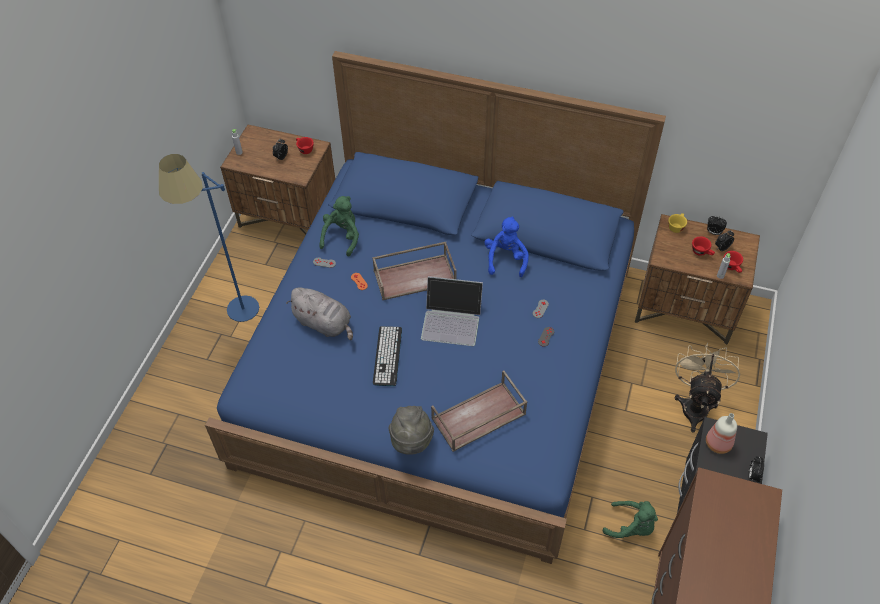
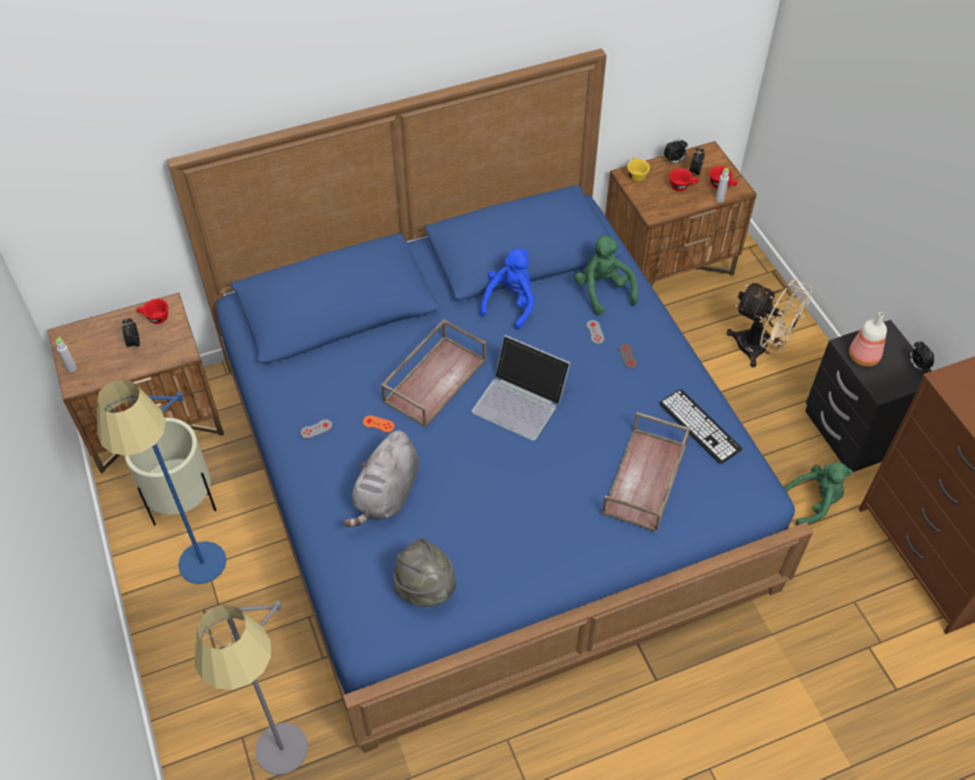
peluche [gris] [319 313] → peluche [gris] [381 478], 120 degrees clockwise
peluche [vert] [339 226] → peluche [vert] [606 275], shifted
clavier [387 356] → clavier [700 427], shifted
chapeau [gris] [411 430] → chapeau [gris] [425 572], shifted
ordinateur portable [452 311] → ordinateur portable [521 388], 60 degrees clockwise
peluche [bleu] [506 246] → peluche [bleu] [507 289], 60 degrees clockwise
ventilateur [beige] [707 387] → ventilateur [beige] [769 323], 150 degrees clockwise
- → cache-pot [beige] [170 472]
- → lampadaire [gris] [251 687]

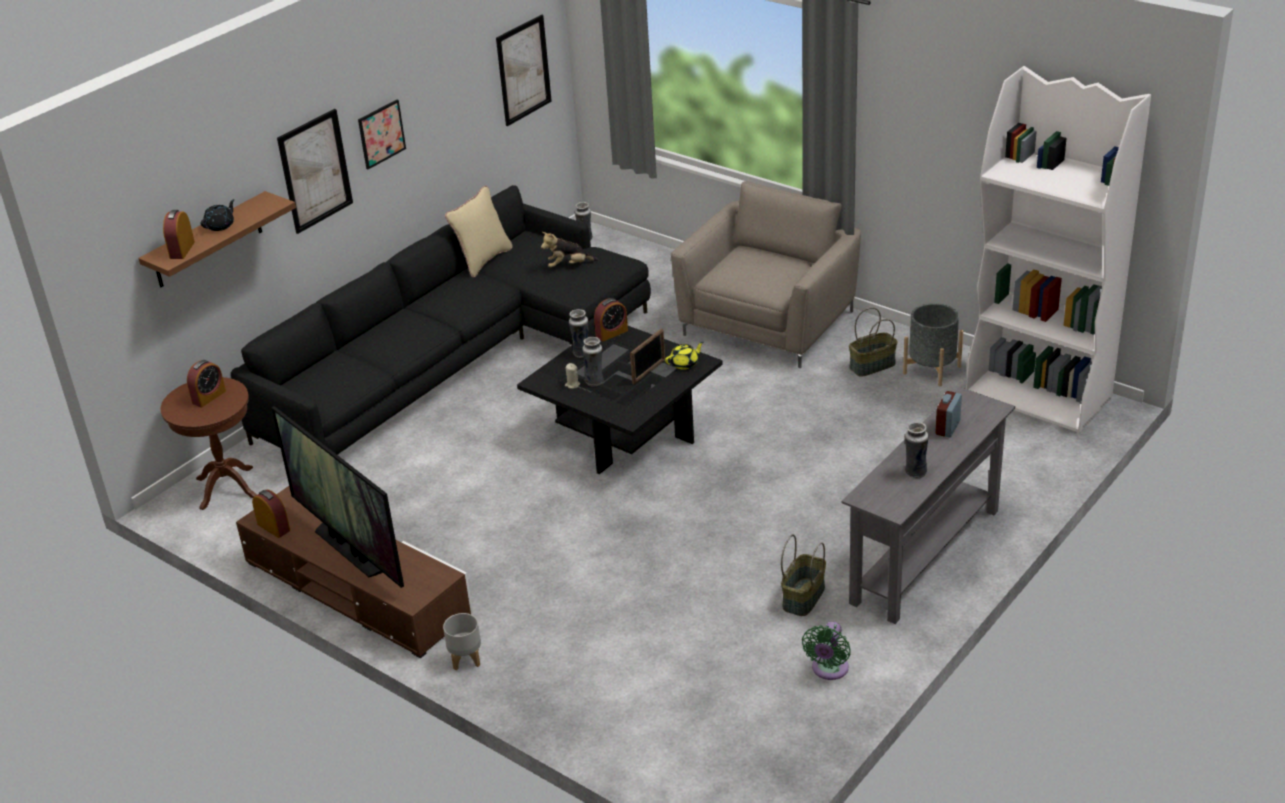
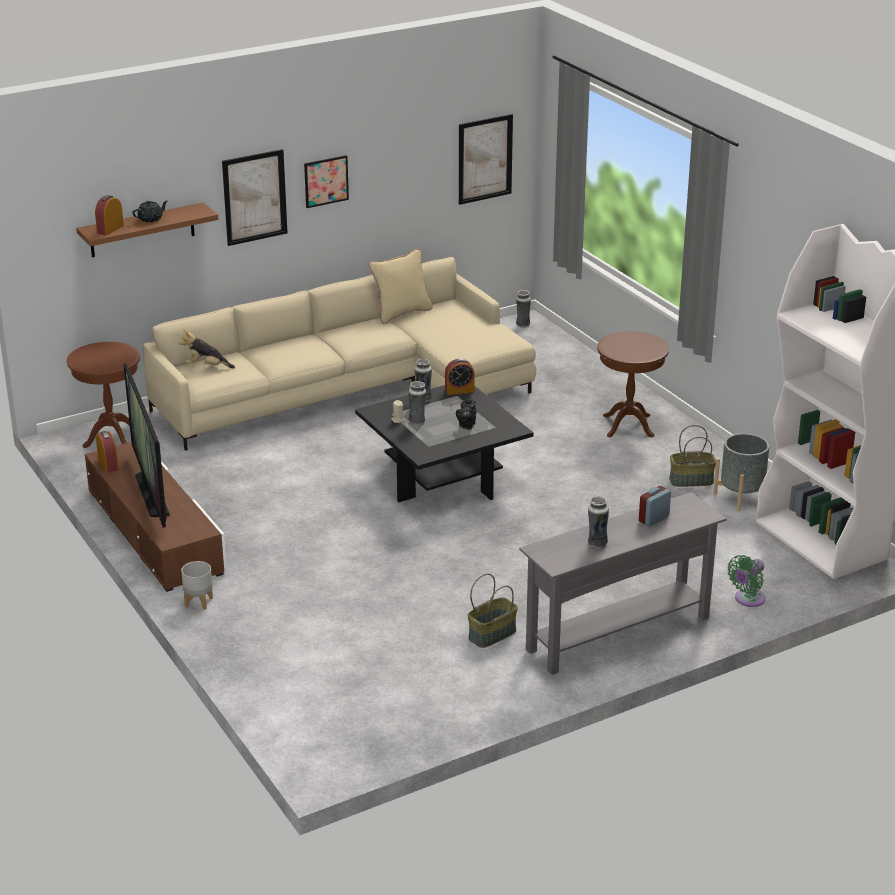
réveil [206 383] → -
canapé [noir] [441 320] → canapé [beige] [339 354]
peluche [569 249] → peluche [207 348], shifted
cadre photo [647 356] → théière [noir] [466 413]
théière [jaune] [684 356] → -
fauteuil [beige] [766 274] → table d'appoint [marron] [633 384]
ventilateur [vert] [826 651] → ventilateur [vert] [746 581], shifted

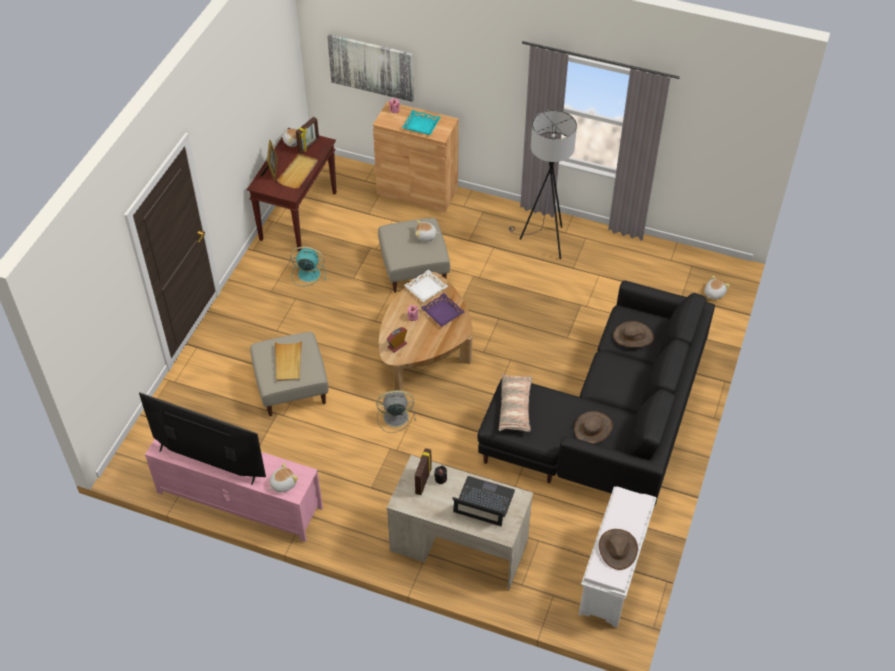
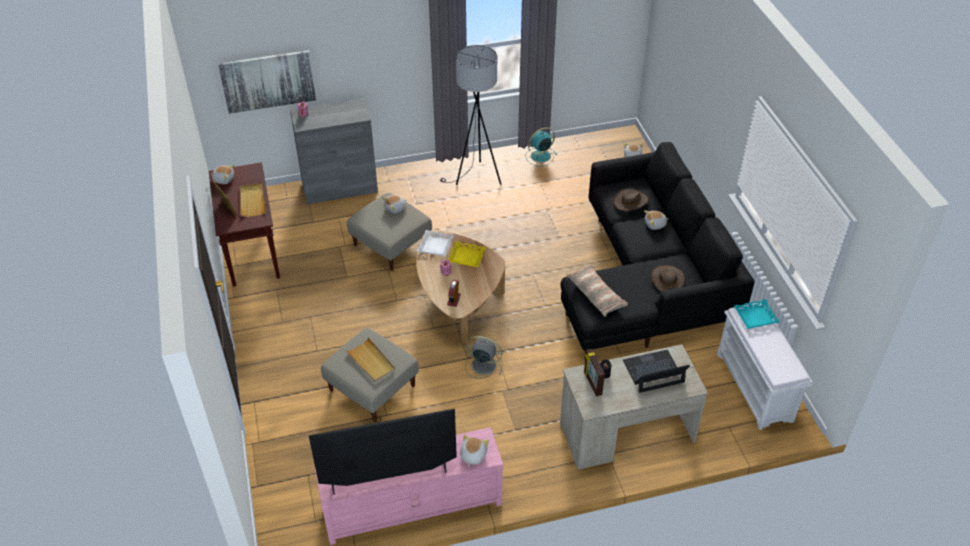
ventilateur [turquoise] [308 266] → ventilateur [turquoise] [541 147], shifted
cadre photo [307 135] → -
meuble de rangement [marron] [416 156] → meuble de rangement [gris] [334 151]
ventilateur [gris] [396 411] → ventilateur [gris] [484 357], 60 degrees clockwise
plateau [turquoise] [421 122] → plateau [turquoise] [757 314], shifted
plateau [violet] [443 310] → plateau [jaune] [467 254]
chapeau [marron] [618 549] → -
- → peluche [656 220]

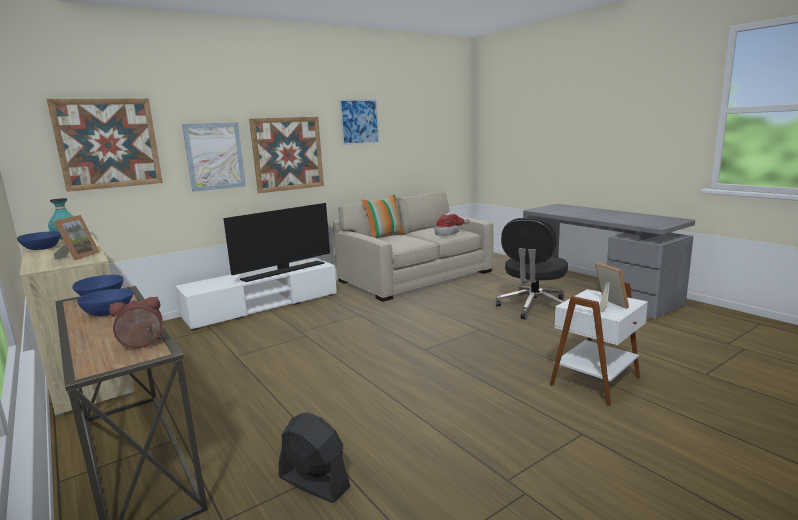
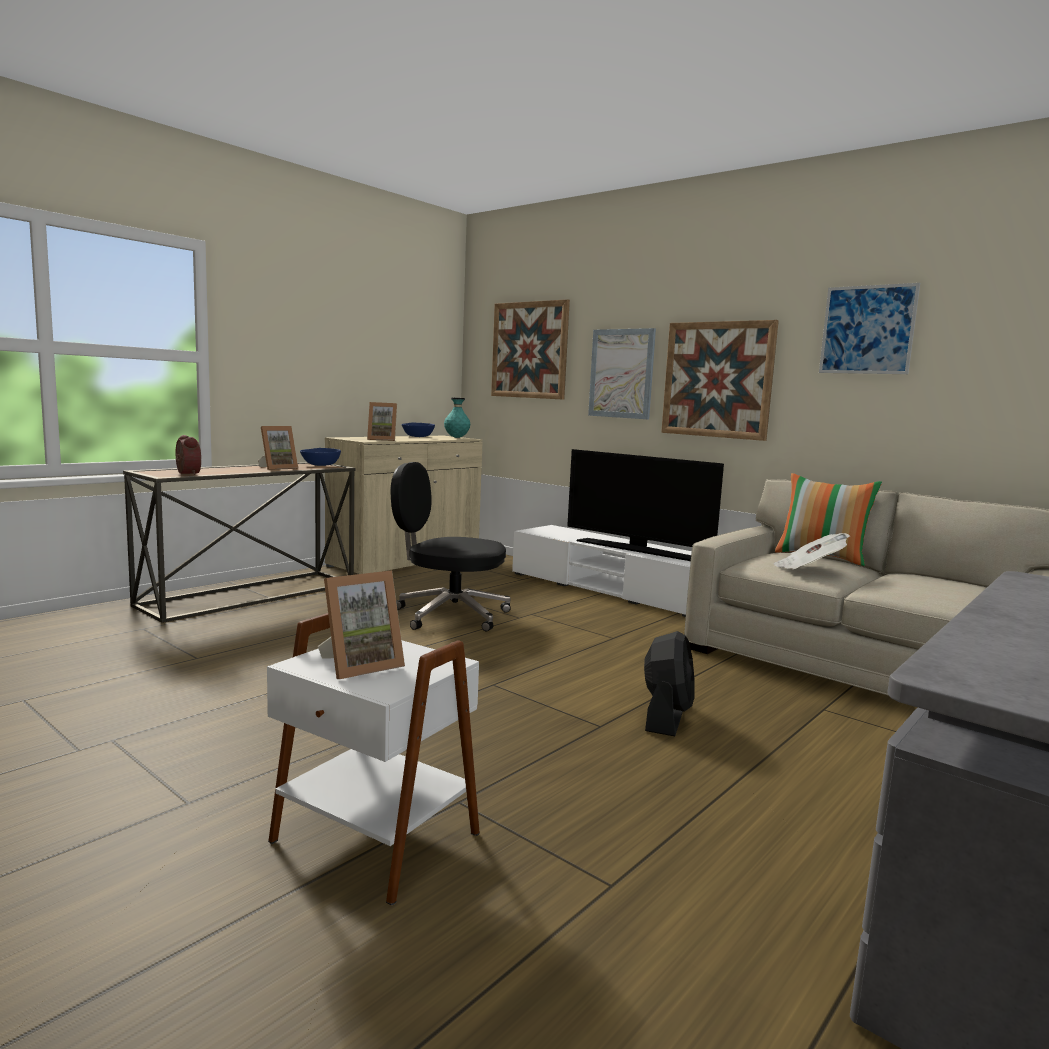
bol [bleu] [105 302] → cadre photo [278 448]
ventilateur [noir] [315 457] → ventilateur [noir] [669 683], shifted
chapeau [451 225] → -
chaise de bureau [noir] [532 269] → chaise de bureau [noir] [450 546], shifted
- → journal [811 551]

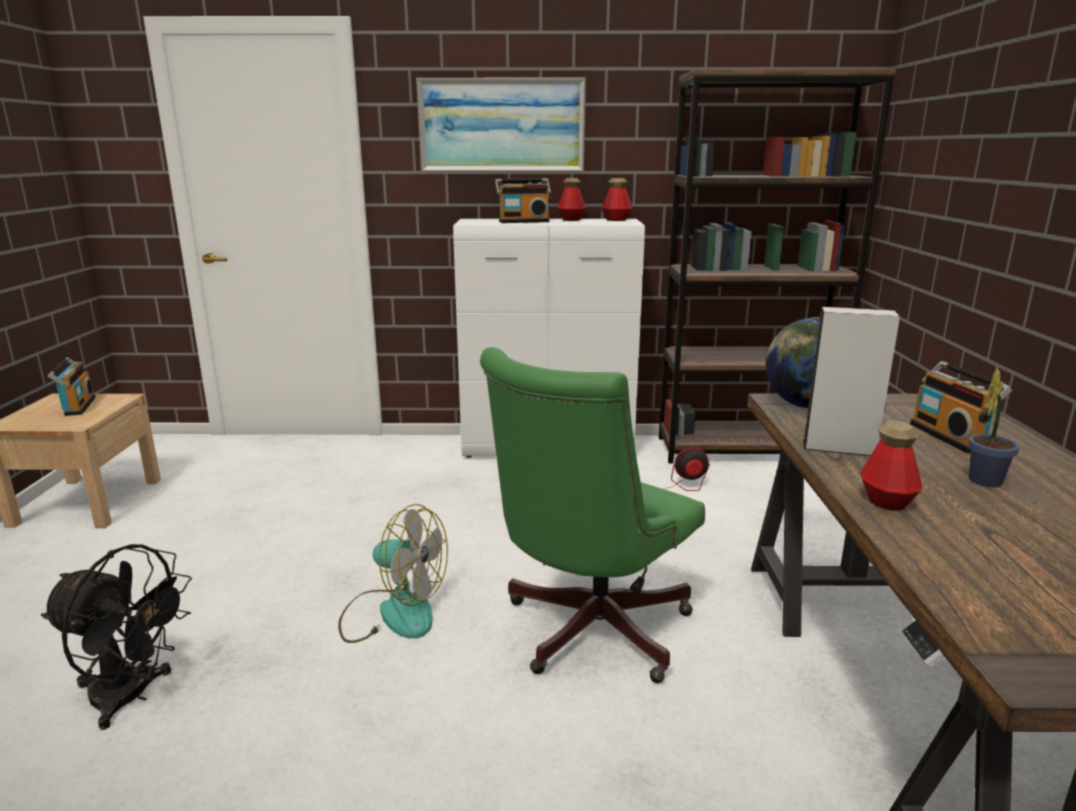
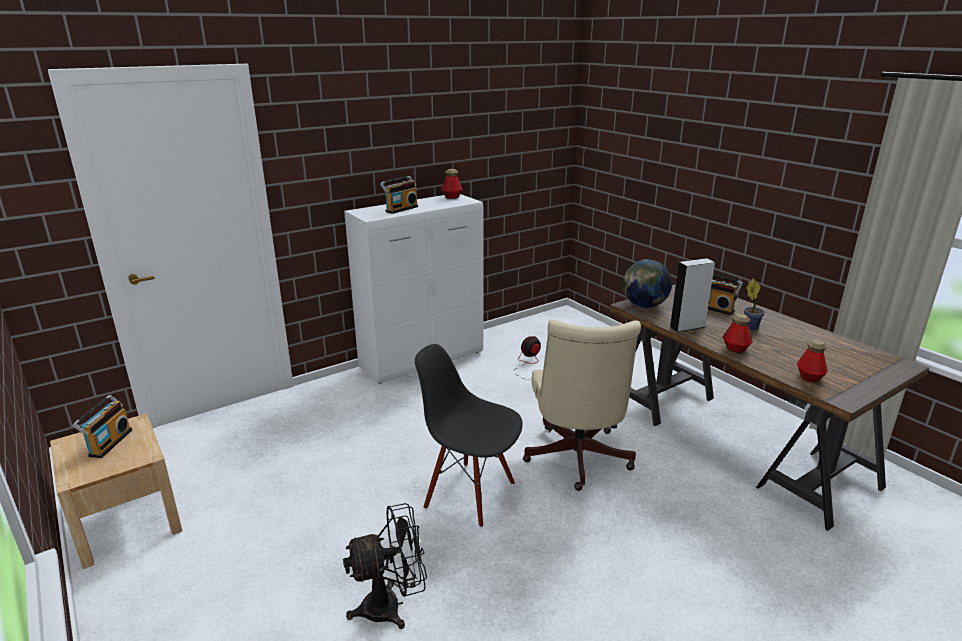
radio [72 386] → radio [102 426], 60 degrees clockwise
ventilateur [393 573] → chaise [noir] [469 436]
tableau [501 125] → -
chaise de bureau [vert] [592 515] → chaise de bureau [beige] [582 405]
bouteille [572 199] → bouteille [812 360], shifted
bibliothèque [marron] [777 266] → -

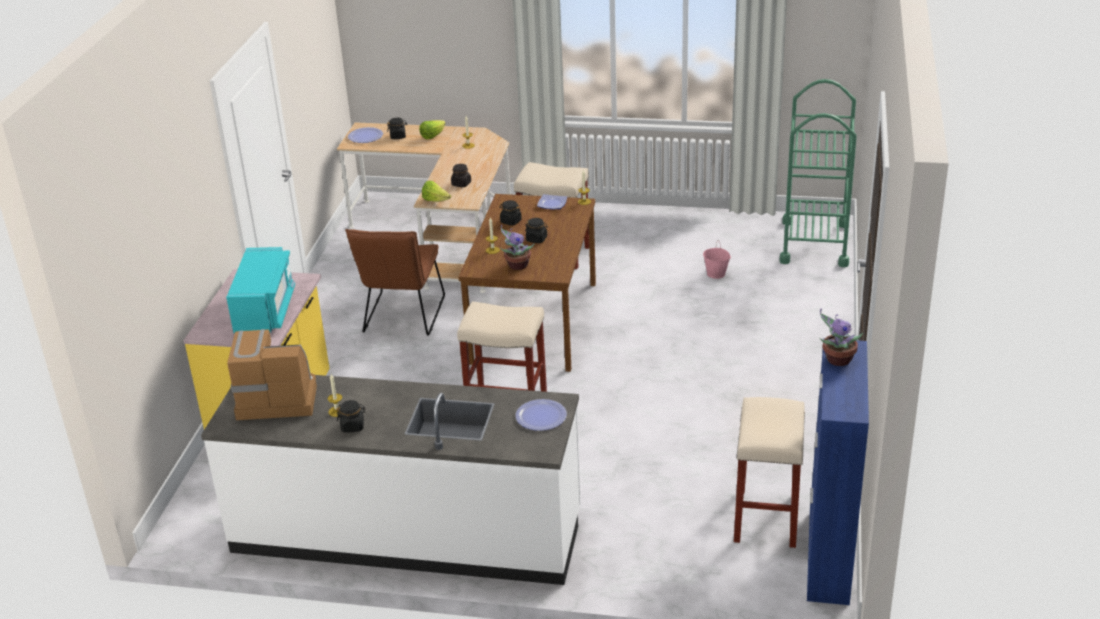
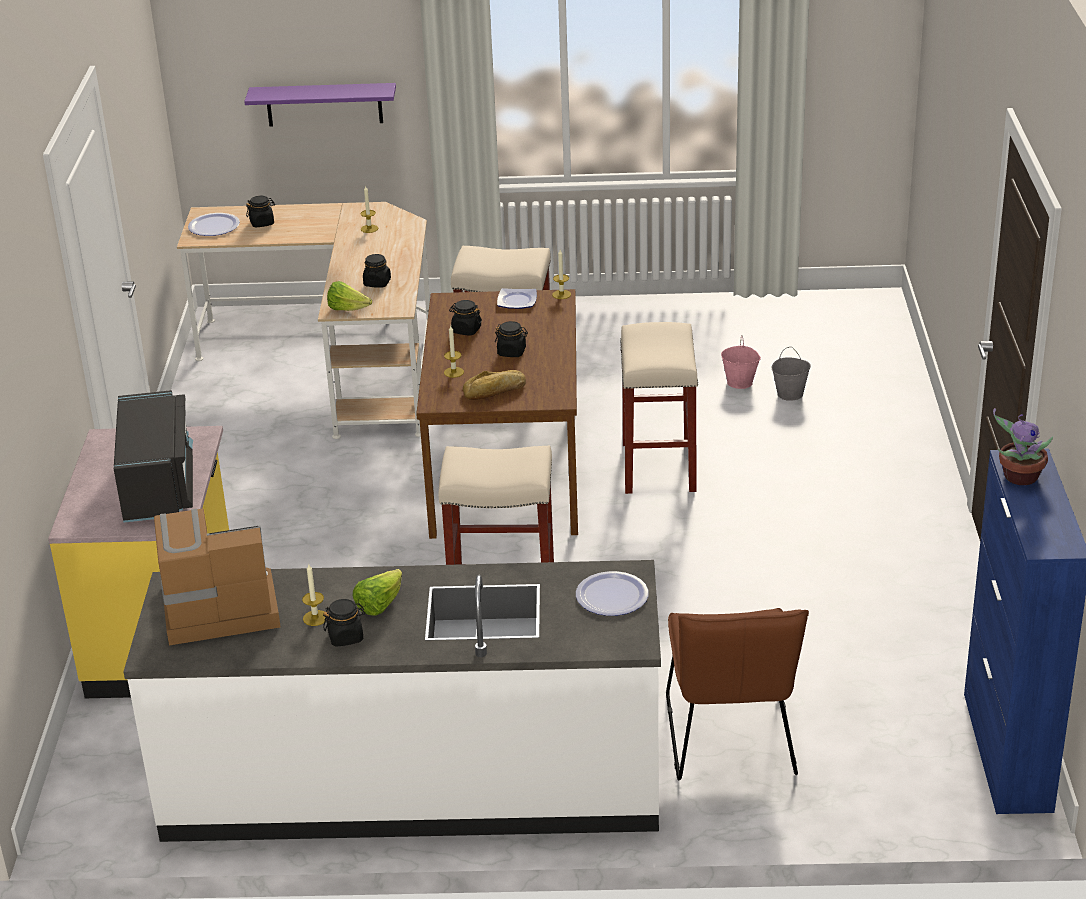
micro-ondes [turquoise] [260 290] → micro-ondes [noir] [153 456]
chaise [marron] [395 282] → chaise [marron] [737 694], shifted
laitue [432 129] → laitue [377 592], shifted
plante en pot [517 247] → pain [494 385]
tabouret [beige] [769 472] → tabouret [beige] [659 408], shifted
chariot [vert] [818 173] → -
- → étagère [violet] [320 105]
- → seau [gris] [791 374]

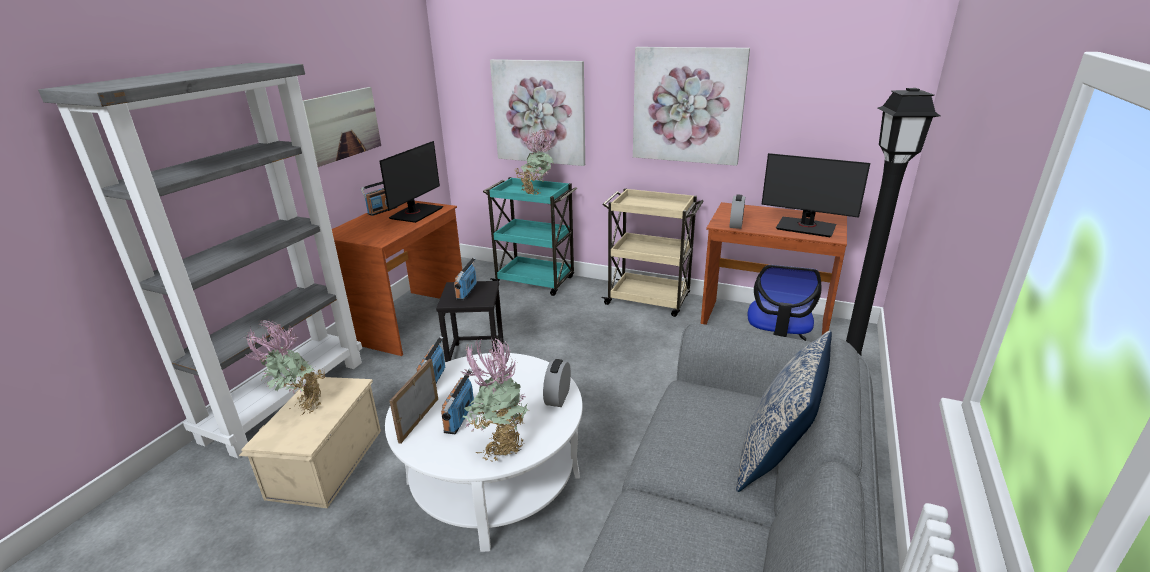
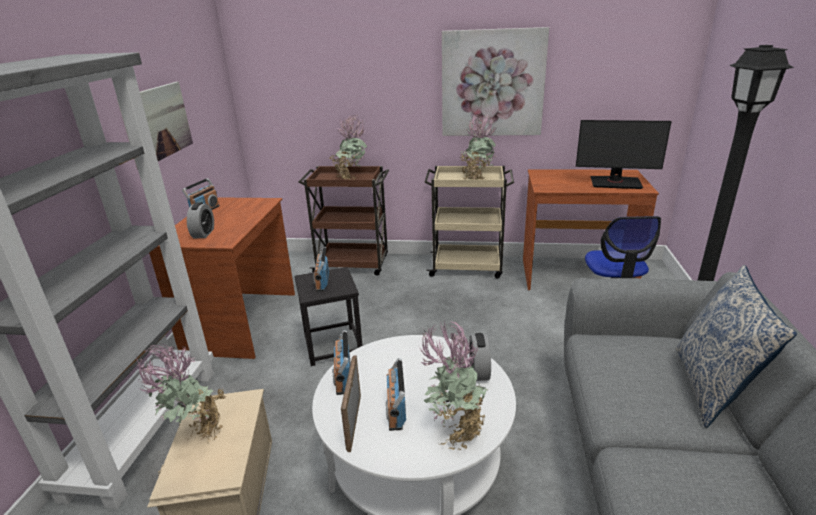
écran d'ordinateur [411 182] → -
chariot [turquoise] [530 236] → chariot [marron] [344 221]
tableau [537 112] → -
réveil [737 211] → réveil [200 220], shifted
- → plante en pot [478 147]

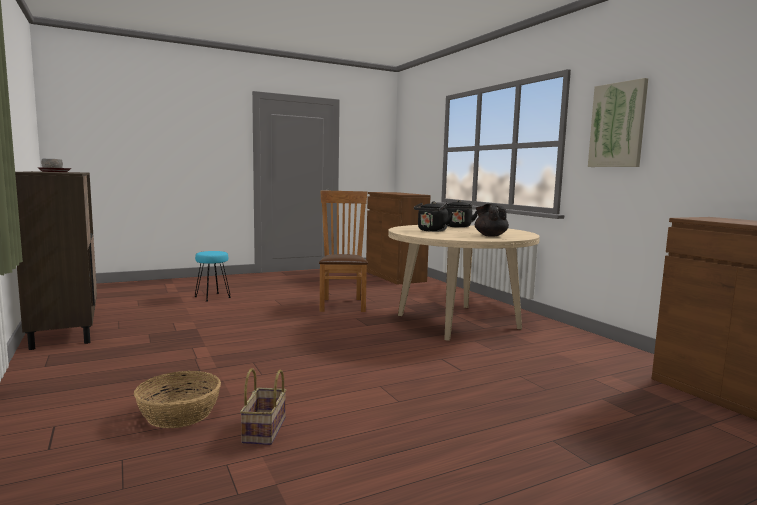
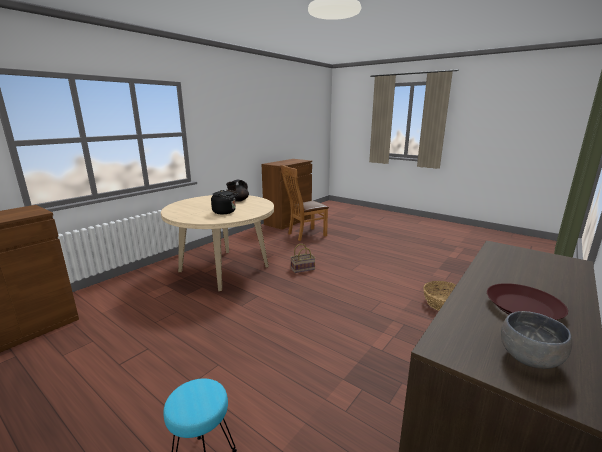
panier [263 406] → panier [303 258], shifted
chaise [marron] [343 251] → chaise [marron] [305 203], shifted
bouilloire [noir] [462 214] → -
tableau [618 122] → -

